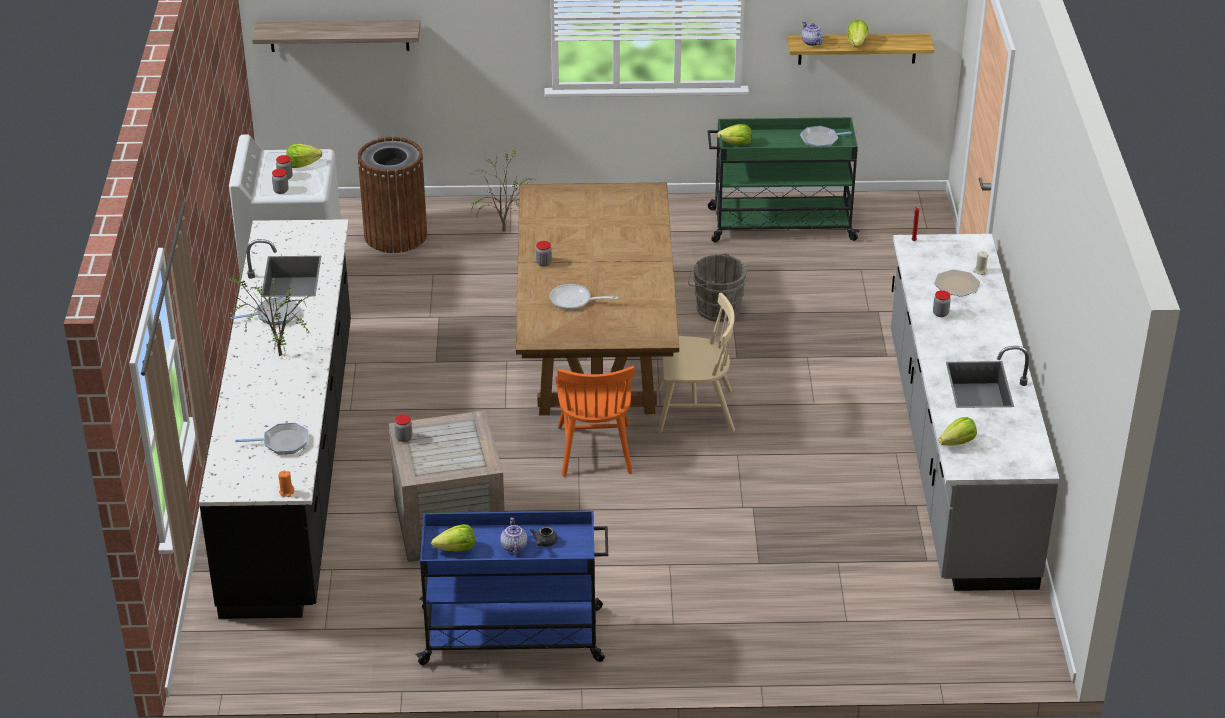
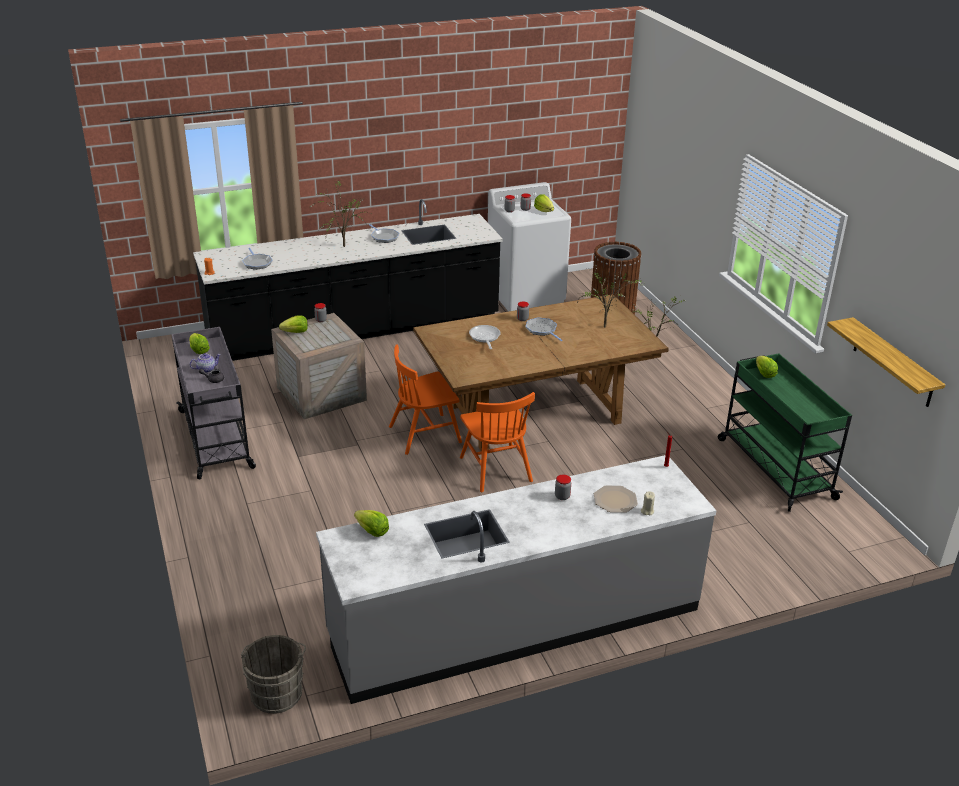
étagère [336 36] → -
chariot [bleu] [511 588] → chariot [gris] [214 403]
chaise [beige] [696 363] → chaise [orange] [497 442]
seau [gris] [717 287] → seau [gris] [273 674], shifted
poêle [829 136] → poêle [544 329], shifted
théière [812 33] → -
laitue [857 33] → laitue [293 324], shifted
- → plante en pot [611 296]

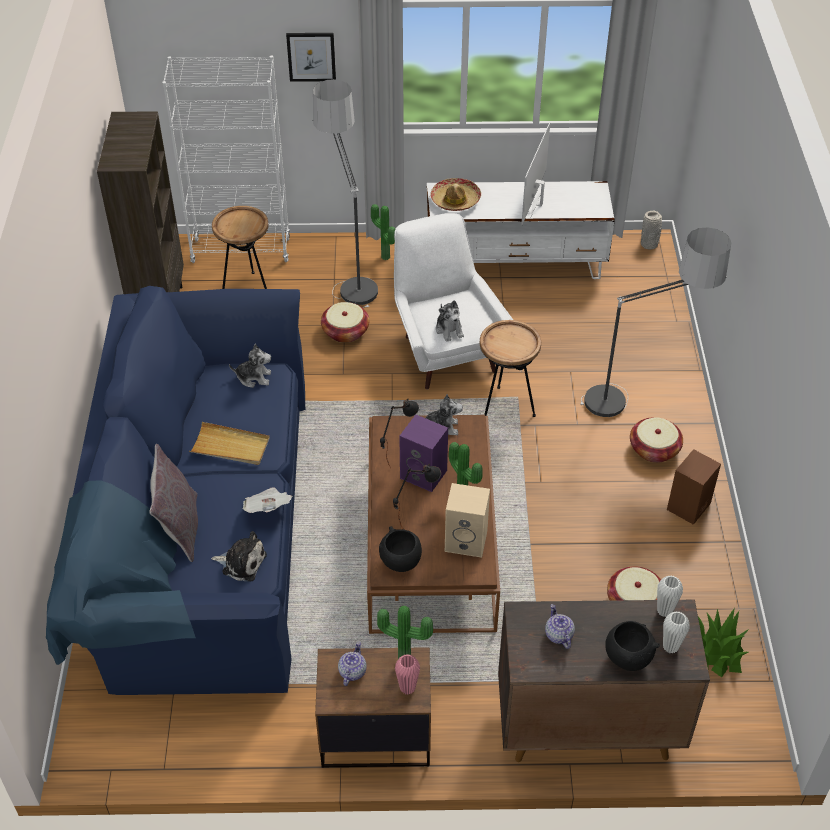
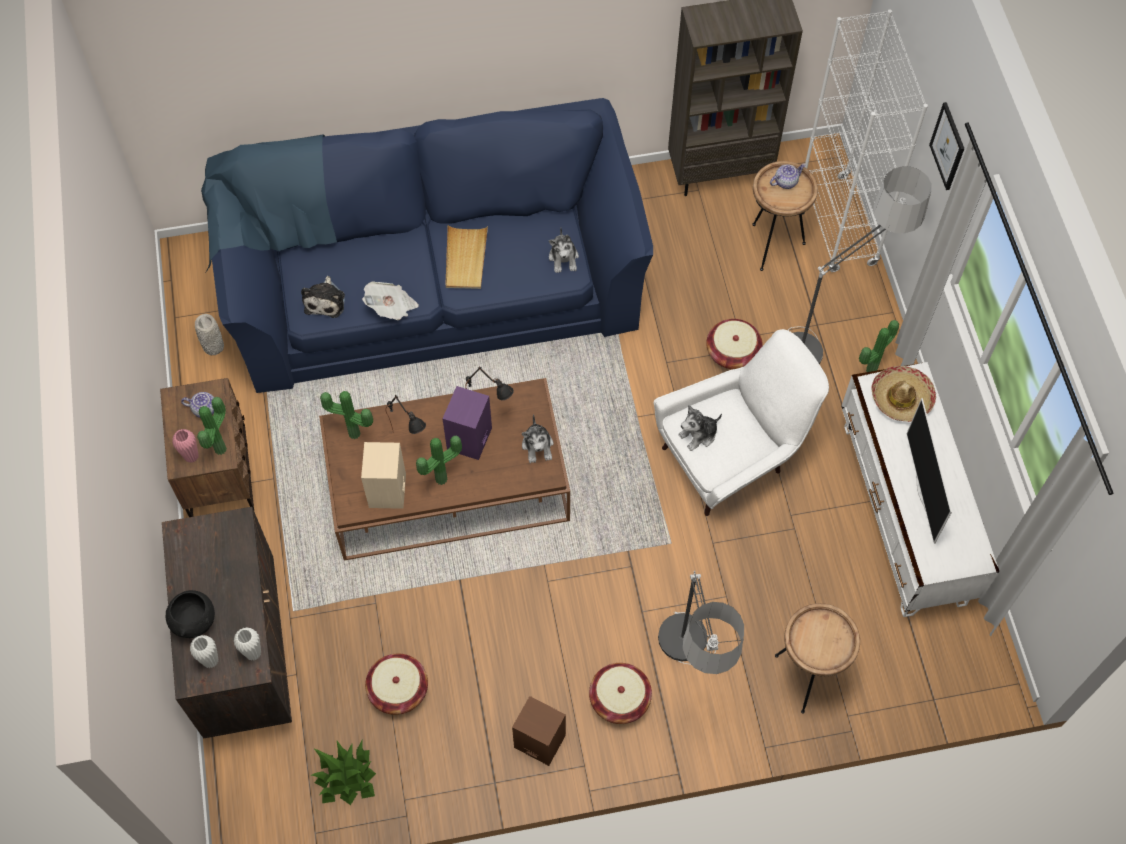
coussin [gris] [173 503] → -
bol [noir] [400 549] → plante en pot [346 415]
table d'appoint [marron] [510 368] → table d'appoint [marron] [817 658], shifted
téléviseur [535 173] → téléviseur [929 471], 105 degrees counterclockwise
théière [560 626] → théière [788 176], shifted
vase [gris] [651 230] → vase [gris] [209 334], shifted

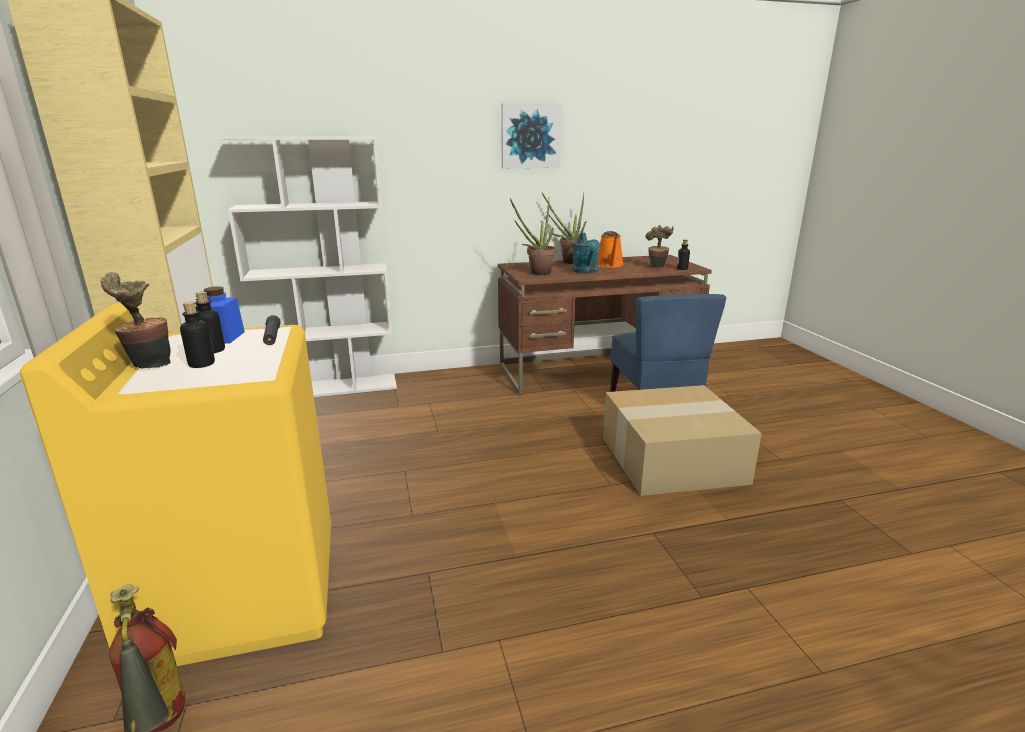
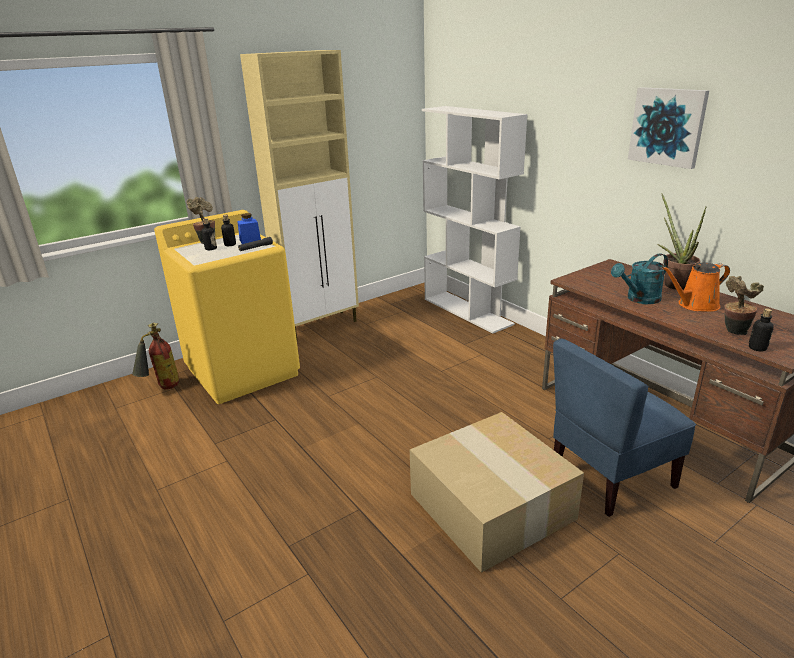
plante en pot [533 236] → -

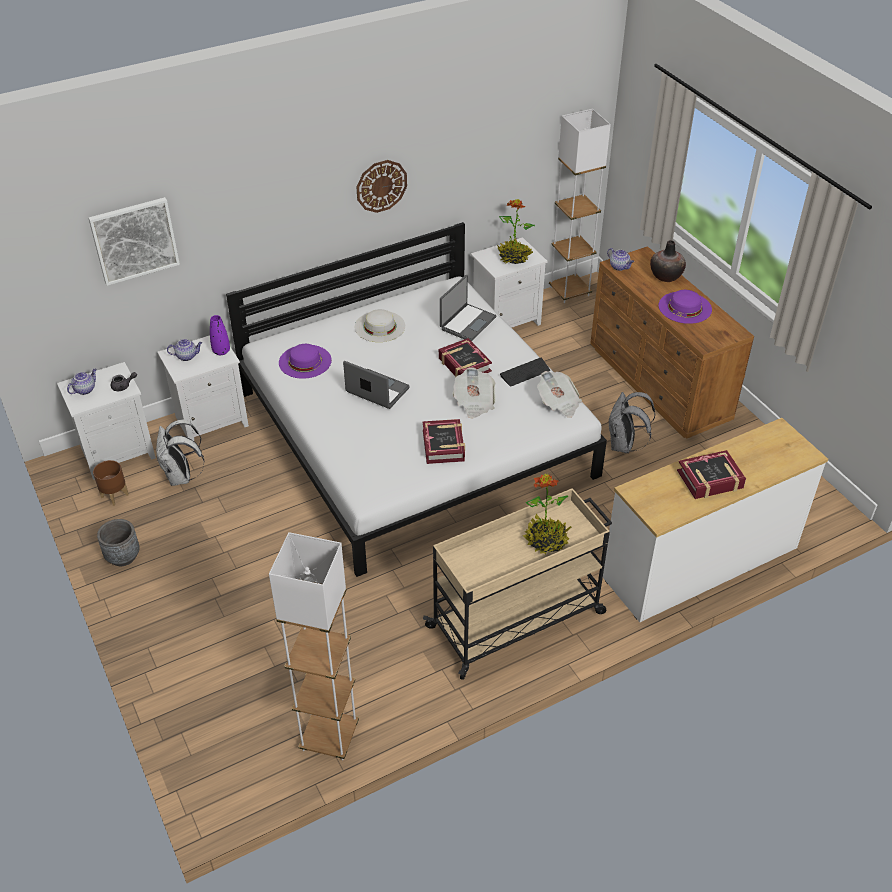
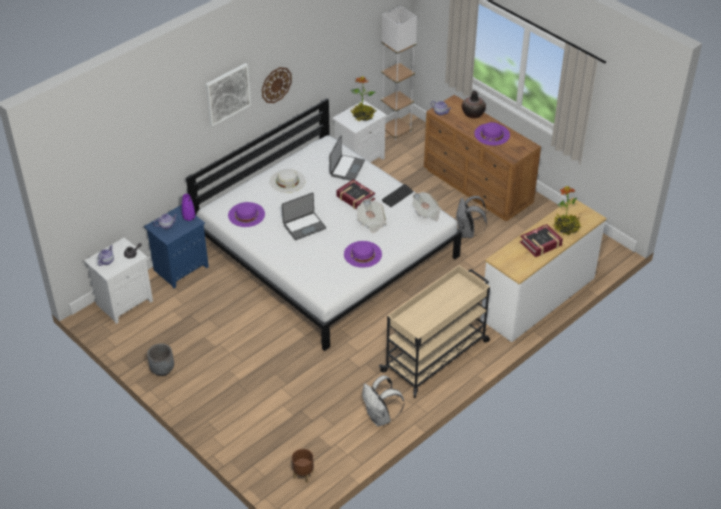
tableau [134 241] → tableau [228 95], shifted
cache-pot [marron] [111 483] → cache-pot [marron] [303 466], shifted
sac à dos [blanc] [180 452] → sac à dos [blanc] [383 400], shifted
table de chevet [blanc] [203 388] → table de chevet [bleu] [176 247]
lampadaire [blanc] [314 646] → -
ordinateur portable [376 385] → ordinateur portable [304 216], 135 degrees clockwise
livre [444 441] → chapeau [violet] [363 254]
plante en pot [547 513] → plante en pot [567 210], shifted

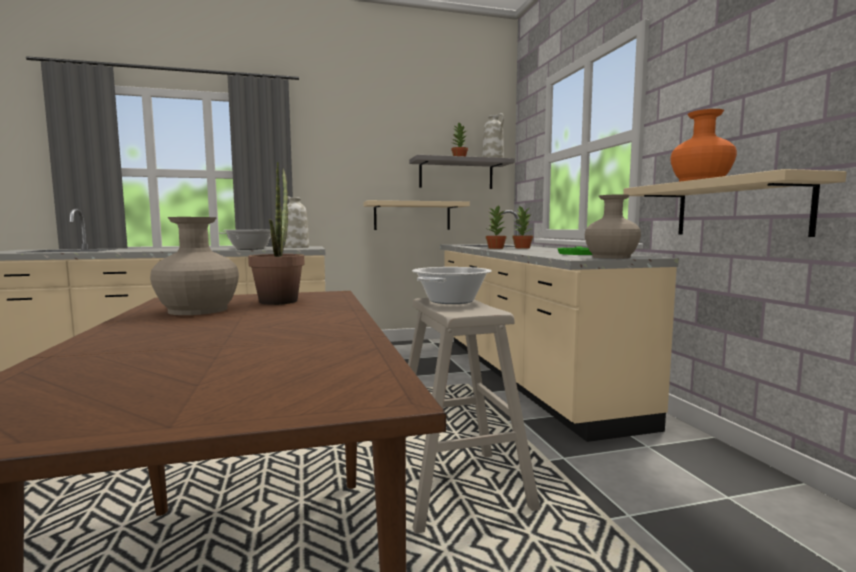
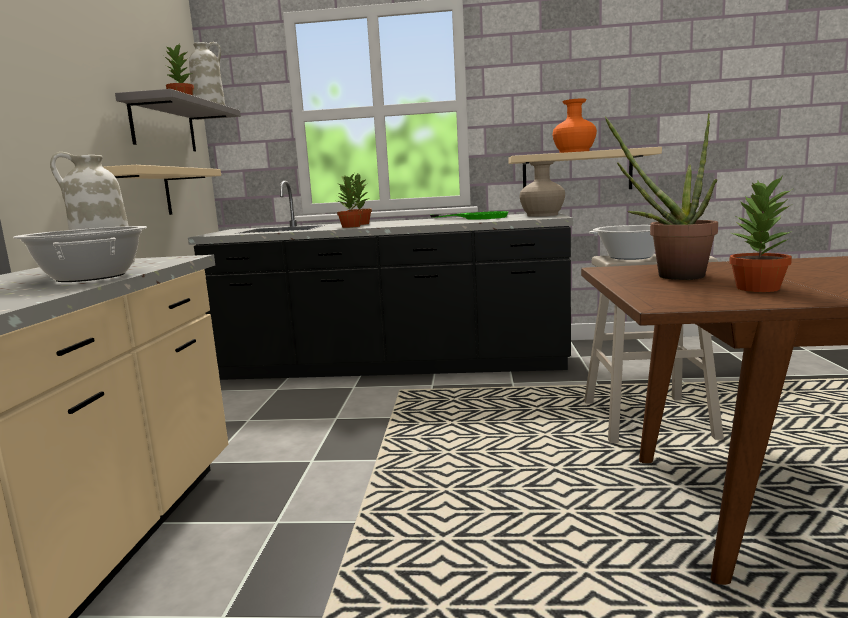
vase [beige] [194 266] → plante en pot [761 234]
comptoir de cuisine [beige] [559 326] → comptoir de cuisine [noir] [380 280]

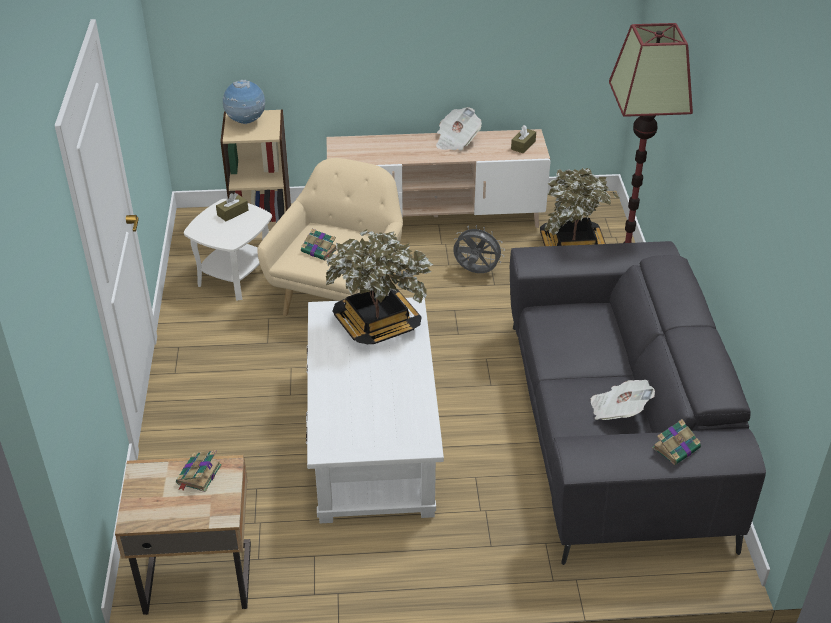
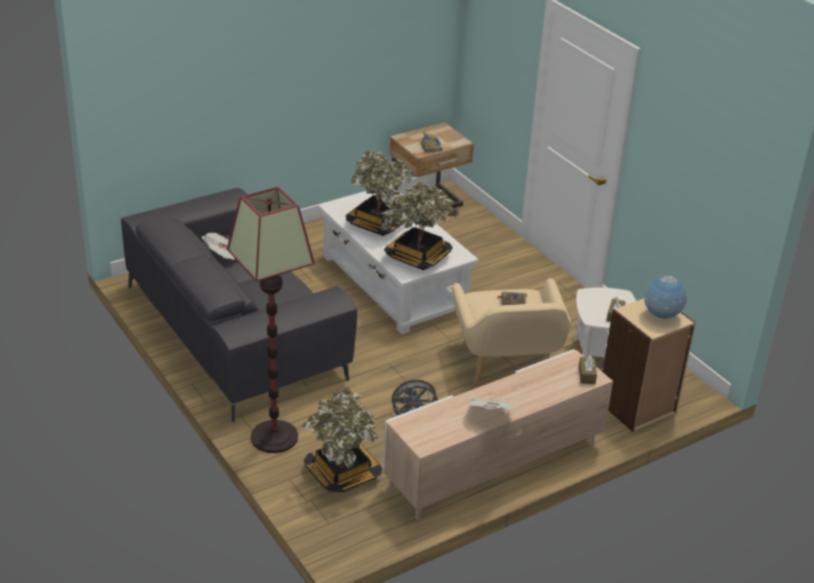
boîte à mouchoirs [marron] [523 139] → boîte à mouchoirs [marron] [588 369], shifted
livre [676 442] → -
- → plante en pot [379 193]

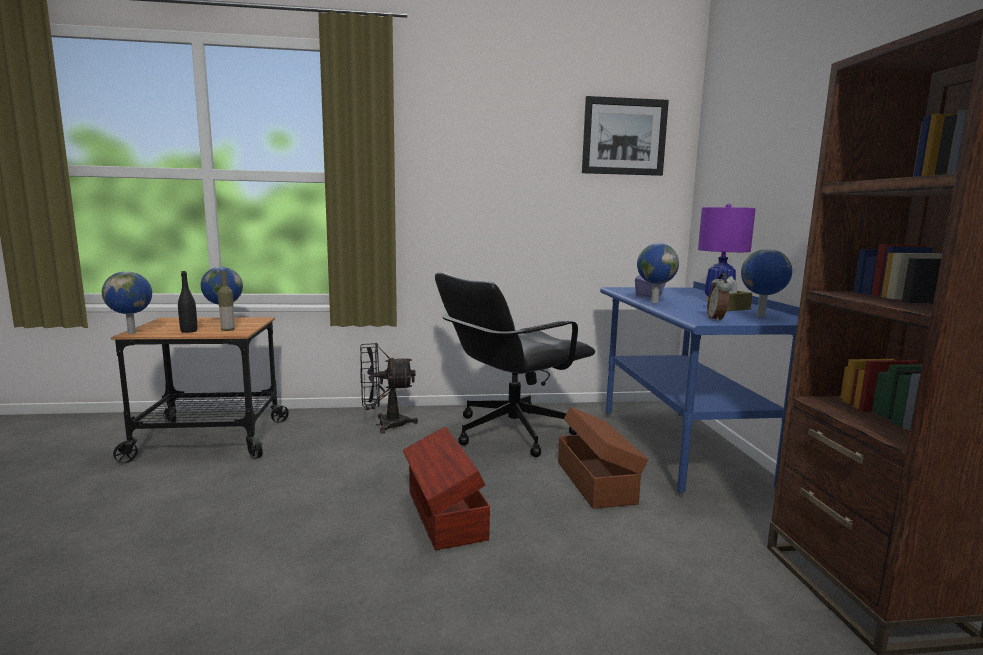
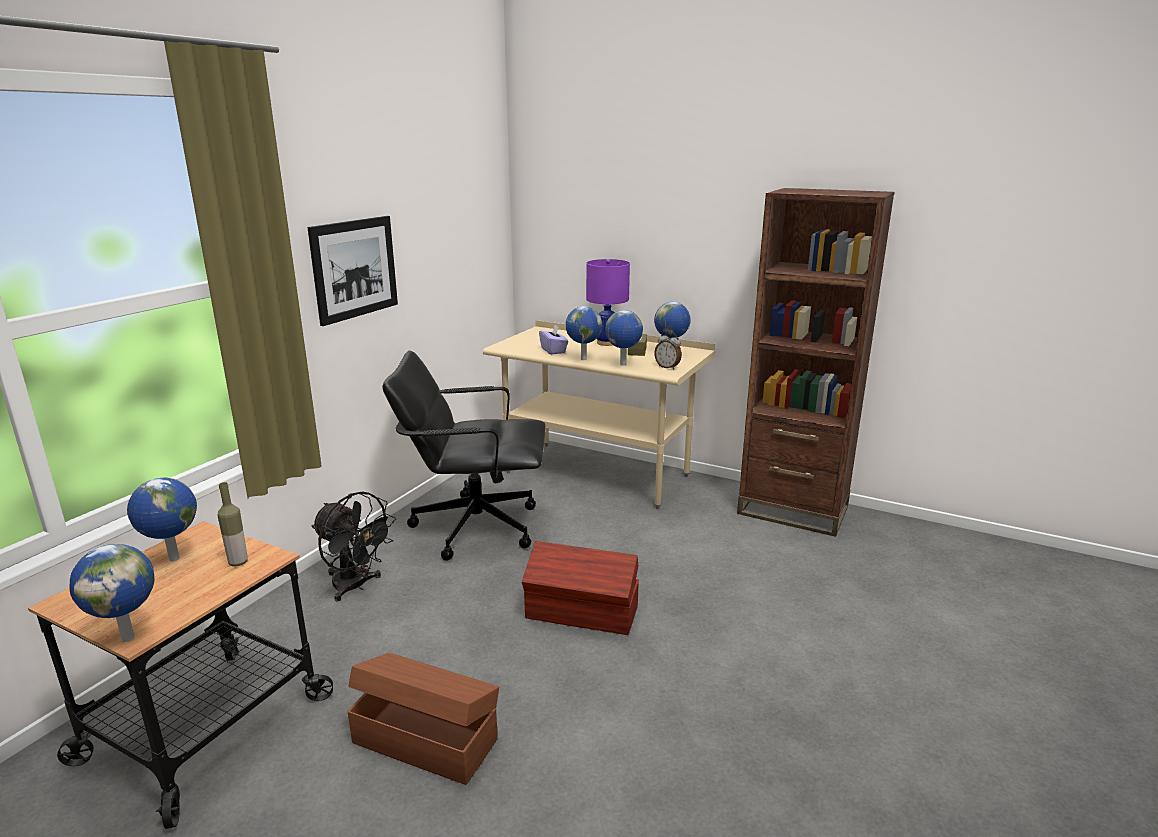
bouteille [noir] [187 302] → -
ventilateur [noir] [389 388] → ventilateur [noir] [353 547], 75 degrees counterclockwise
chaise de bureau [noir] [515 364] → chaise de bureau [noir] [464 456], 90 degrees clockwise
boîte de rangement [marron] [603 458] → boîte de rangement [marron] [423 719], shifted
tableau [625 136] → tableau [353 271], shifted
bureau [bleu] [700 389] → bureau [beige] [599 414]
- → globe [624 337]

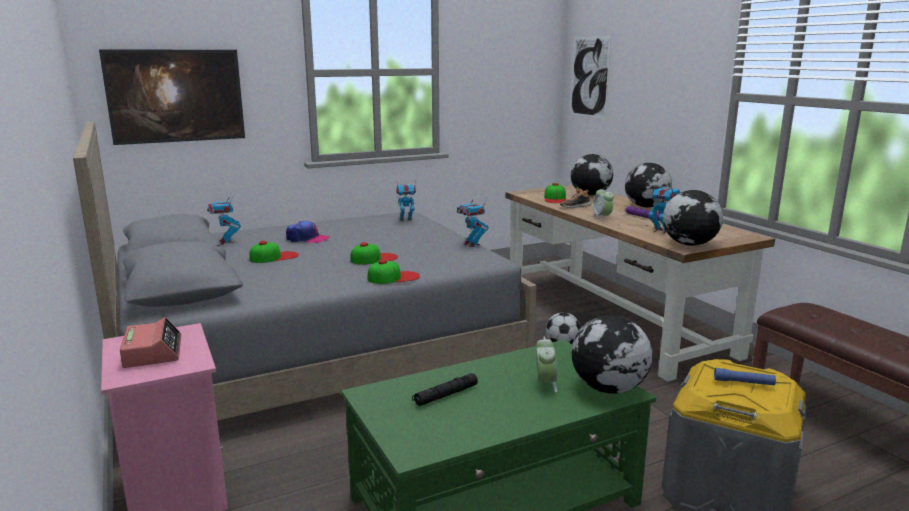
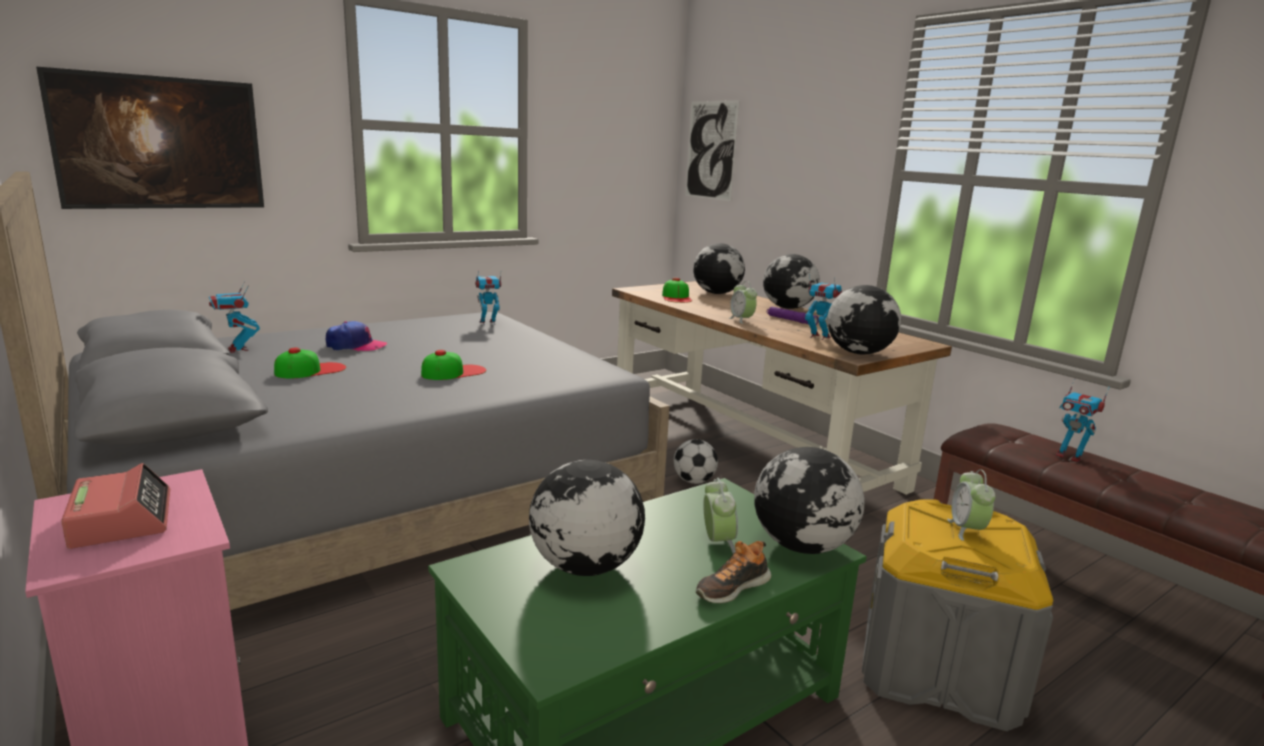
casquette [394 271] → -
lampe de poche [noir] [445 389] → globe [587 518]
robot jouet [473 222] → robot jouet [1082 420], shifted
chaussure [575 197] → chaussure [733 572], shifted
lampe de poche [bleu] [745 376] → réveil [971 505]

